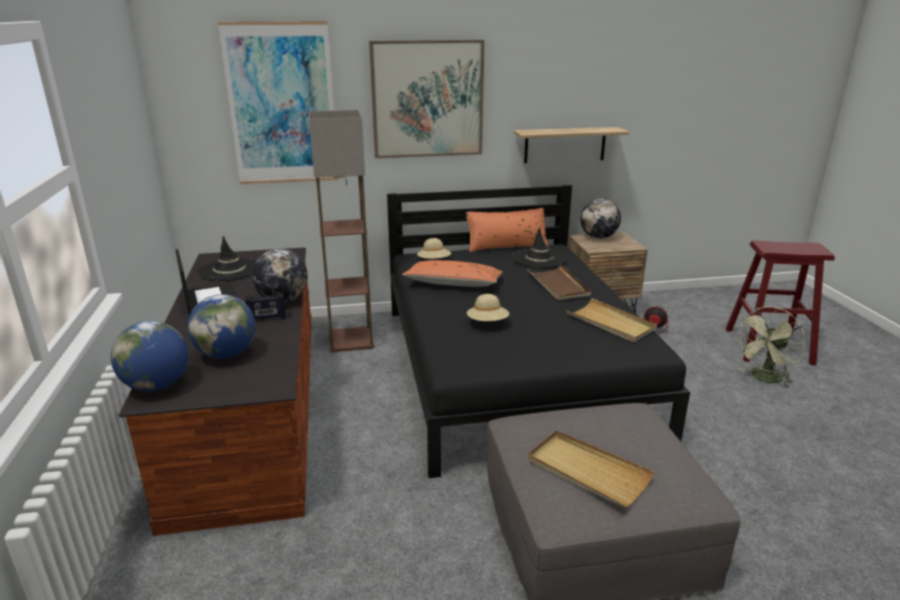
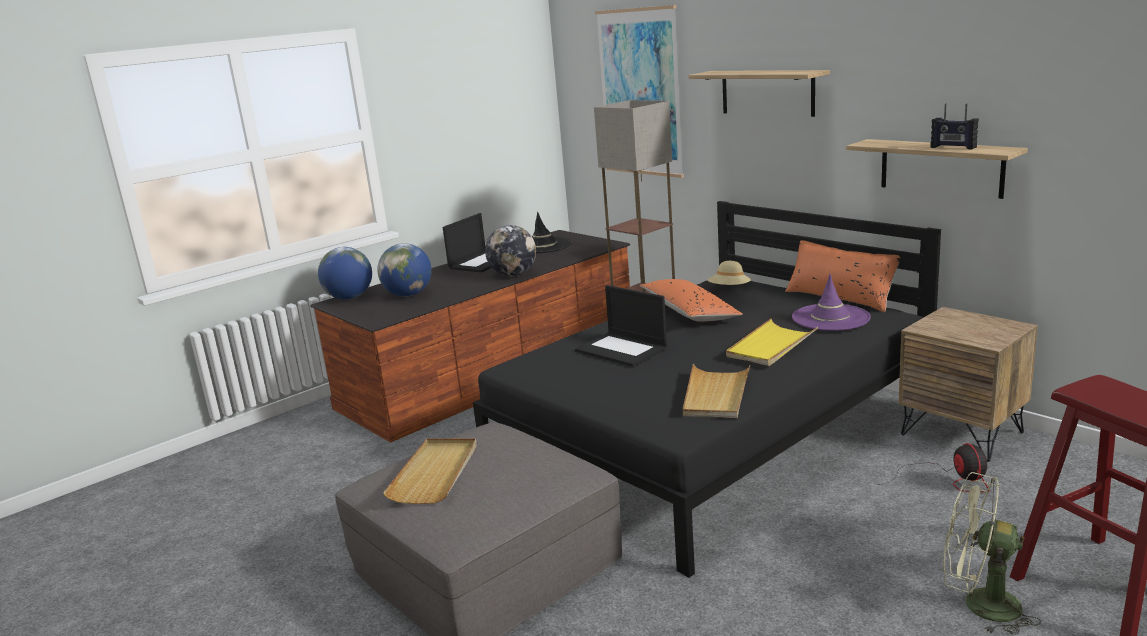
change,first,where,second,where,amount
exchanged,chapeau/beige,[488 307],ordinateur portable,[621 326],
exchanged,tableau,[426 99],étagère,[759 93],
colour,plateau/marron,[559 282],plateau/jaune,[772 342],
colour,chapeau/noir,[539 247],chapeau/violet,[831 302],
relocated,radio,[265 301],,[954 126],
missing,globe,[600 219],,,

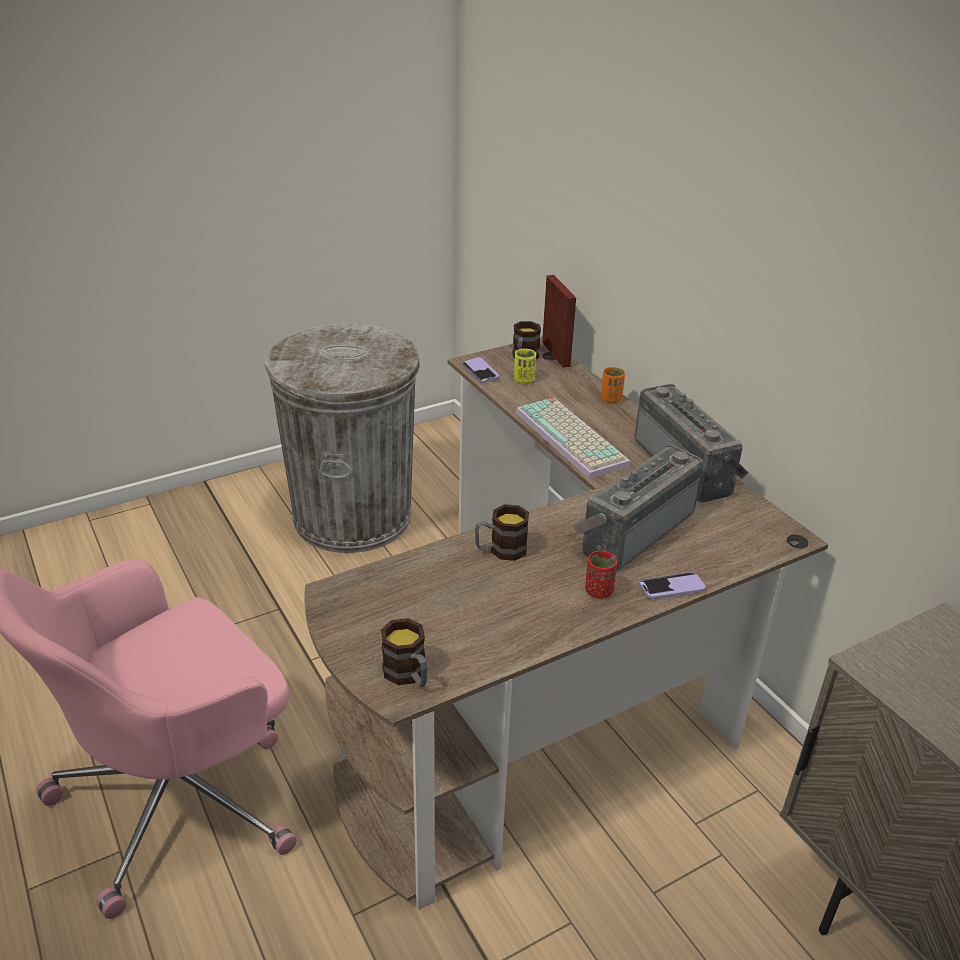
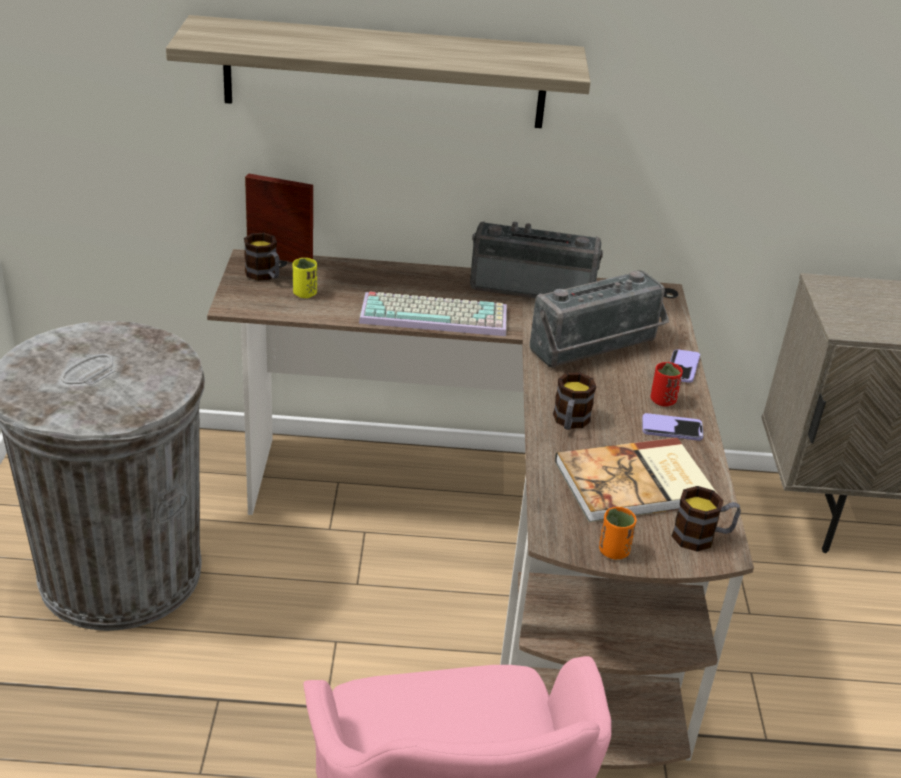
change,first,where,second,where,amount
appeared,,,étagère,[378 71],
spun,radio,[638 508],,[599 319],105 degrees counterclockwise
appeared,,,livre,[636 480],
relocated,tasse/orange,[613 385],,[618 533],
relocated,téléphone,[480 370],,[672 427],

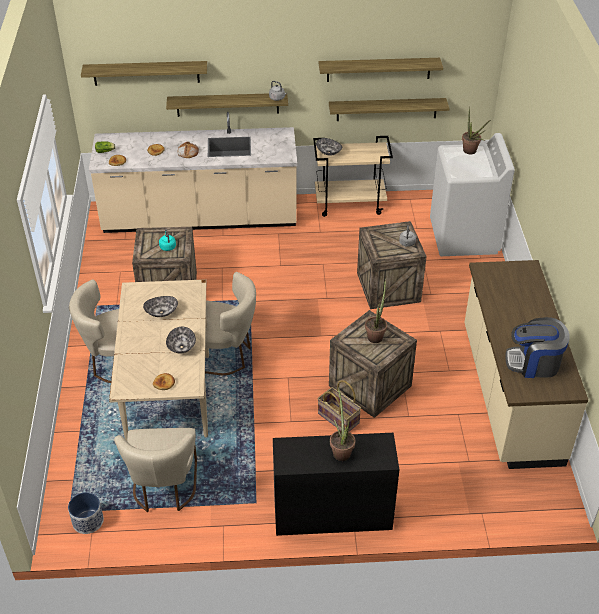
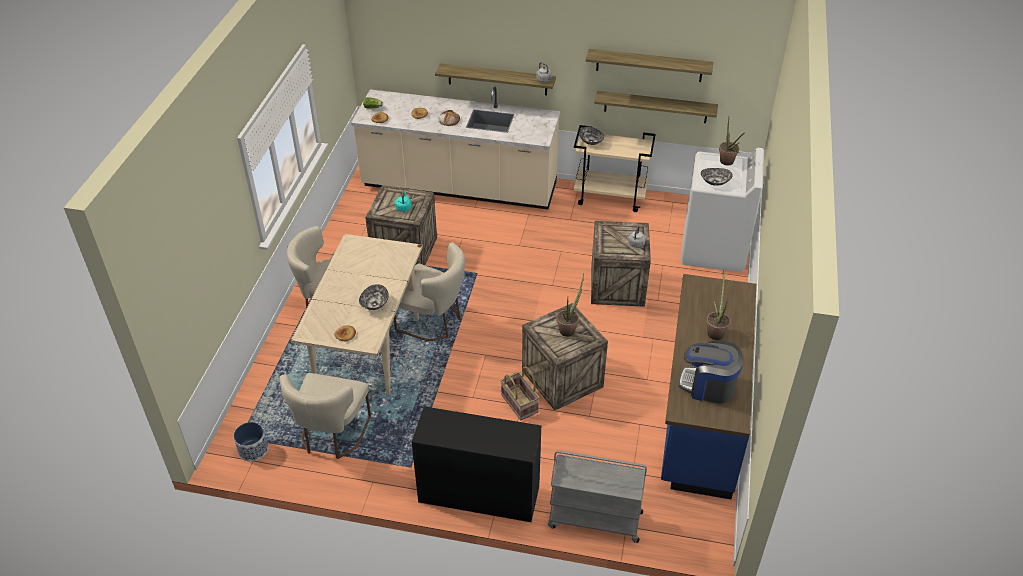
change,first,where,second,where,amount
appeared,,,chariot/gris,[597 496],
colour,comptoir de cuisine/beige,[526 364],comptoir de cuisine/bleu,[708 386],
relocated,bol,[160 306],,[717 177],
relocated,plante en pot,[342 424],,[718 305],
missing,étagère,[144 73],,,

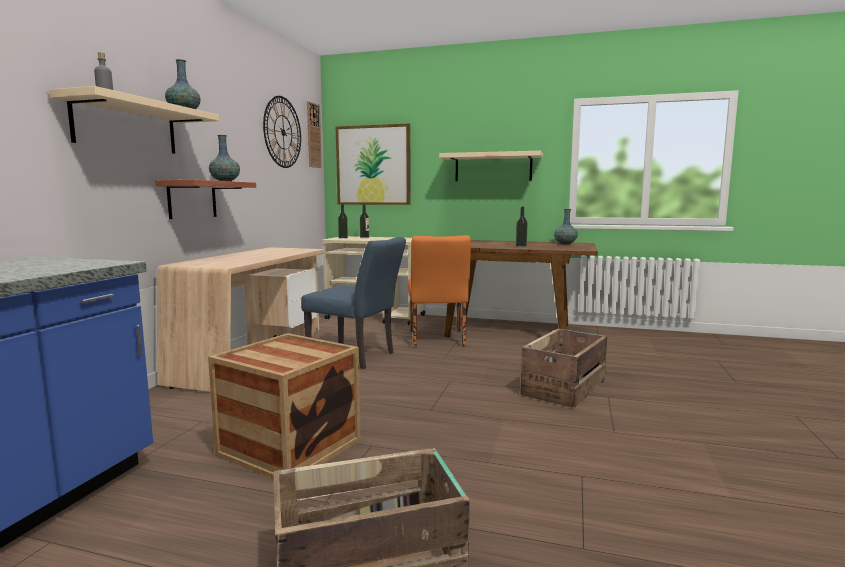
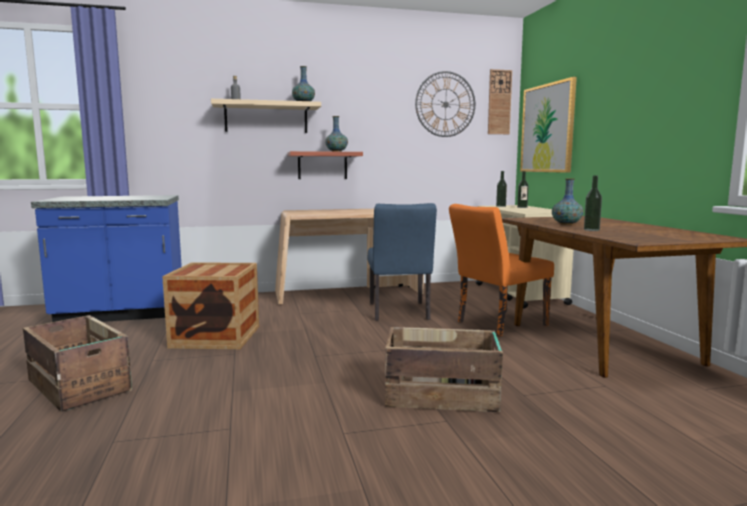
change,first,where,second,where,amount
relocated,vase,[566 226],,[568 201],
missing,étagère/beige,[491 166],,,

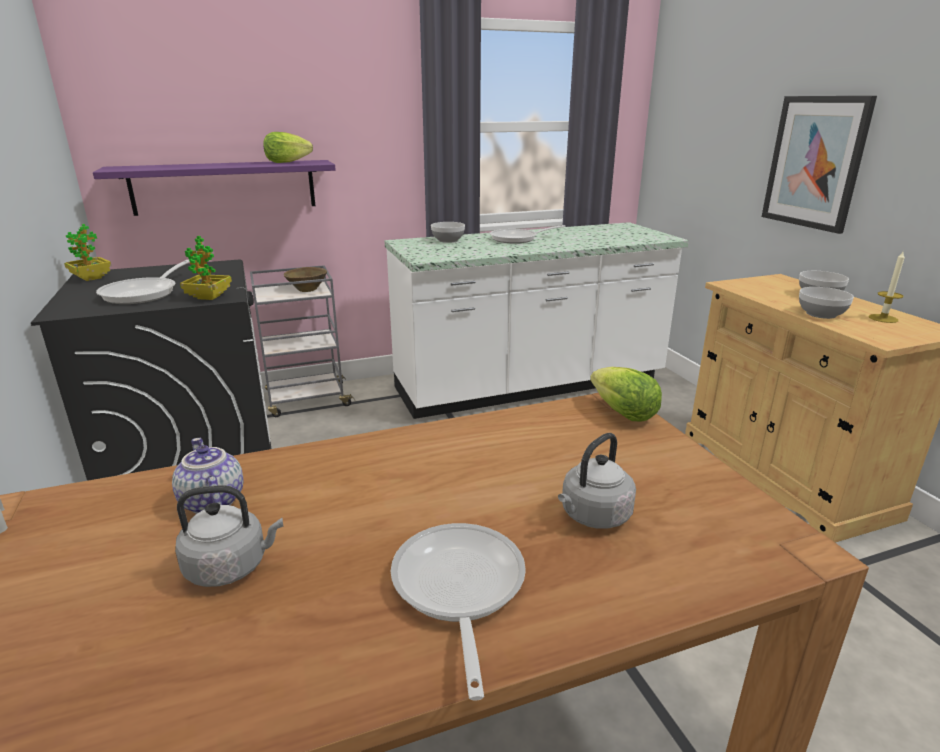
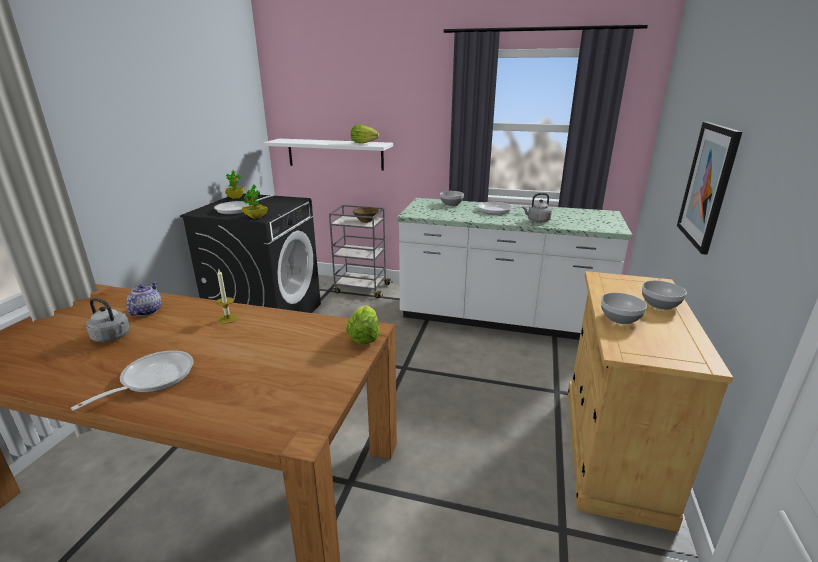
change,first,where,second,where,amount
relocated,bougie,[887 287],,[226 297],
colour,étagère/violet,[214 188],étagère/blanc,[328 154],
relocated,bouilloire/gris,[597 481],,[537 208],

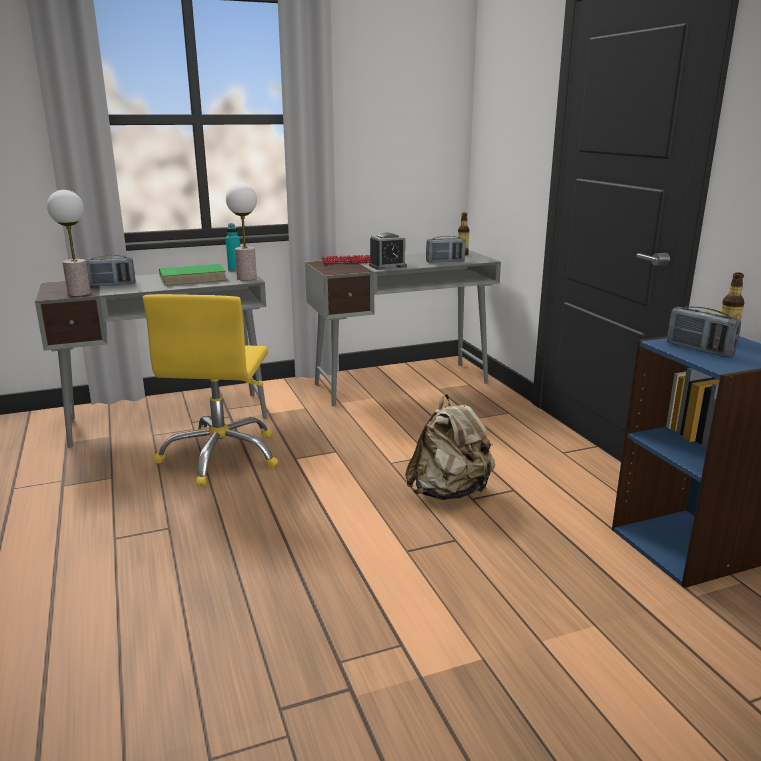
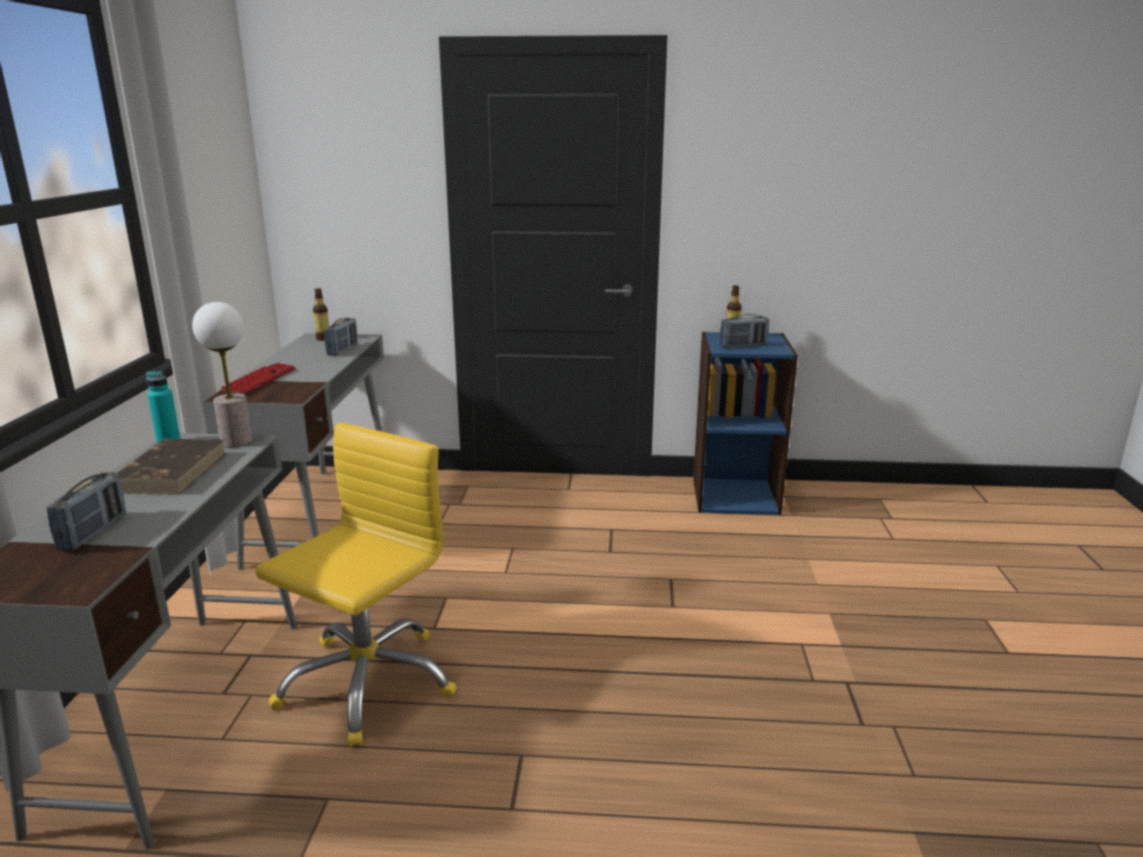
change,first,where,second,where,amount
colour,livre/vert,[193 275],livre/marron,[172 467],
spun,chaise de bureau/jaune,[210 390],,[355 584],90 degrees counterclockwise
missing,lampe de table,[69 243],,,
missing,réveil,[388 251],,,
missing,sac à dos/beige,[450 447],,,

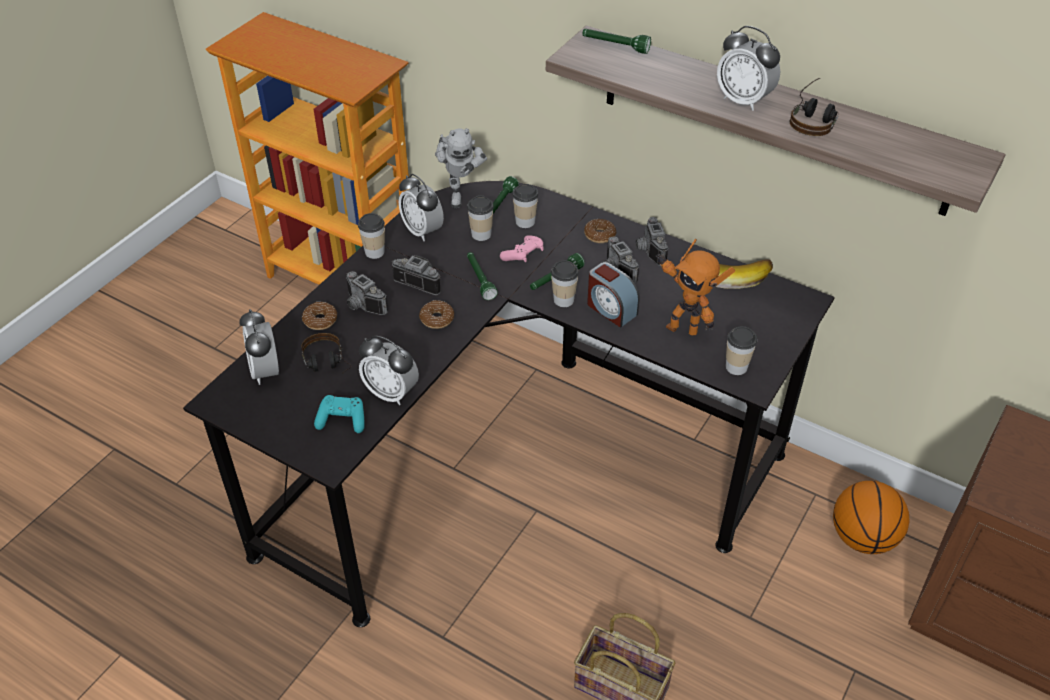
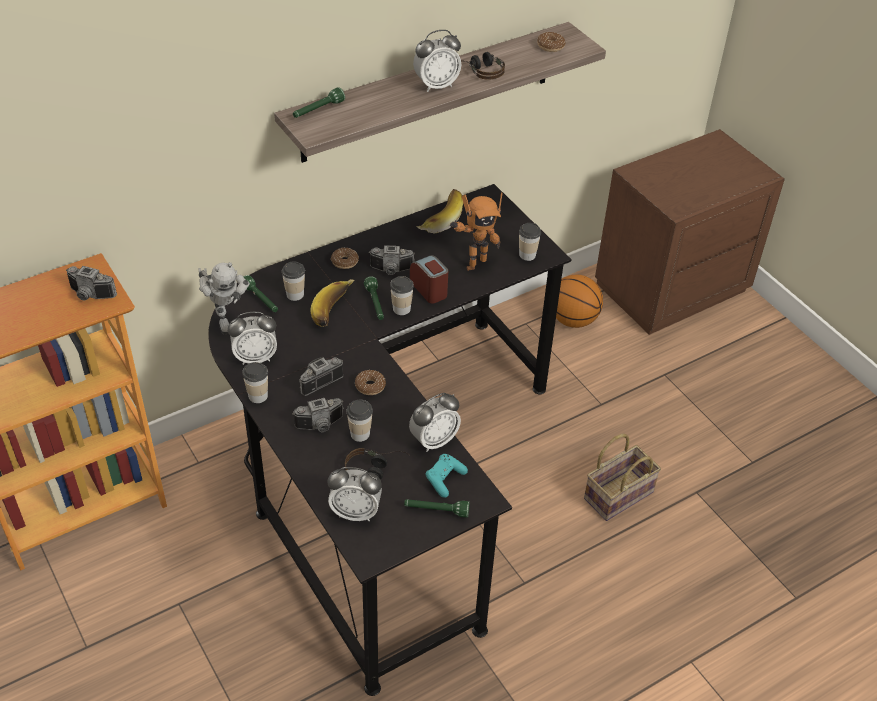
change,first,where,second,where,amount
relocated,appareil photo,[652 241],,[91 283],
spun,robot jouet,[461 168],,[224 298],45 degrees clockwise
exchanged,manette/rose,[522 248],banane,[332 303],
relocated,tasse,[480 218],,[359 421],
relocated,lampe de poche/vert,[482 276],,[437 508],
spun,réveil,[613 295],,[429 279],105 degrees counterclockwise
relocated,beignet,[319 316],,[551 42],

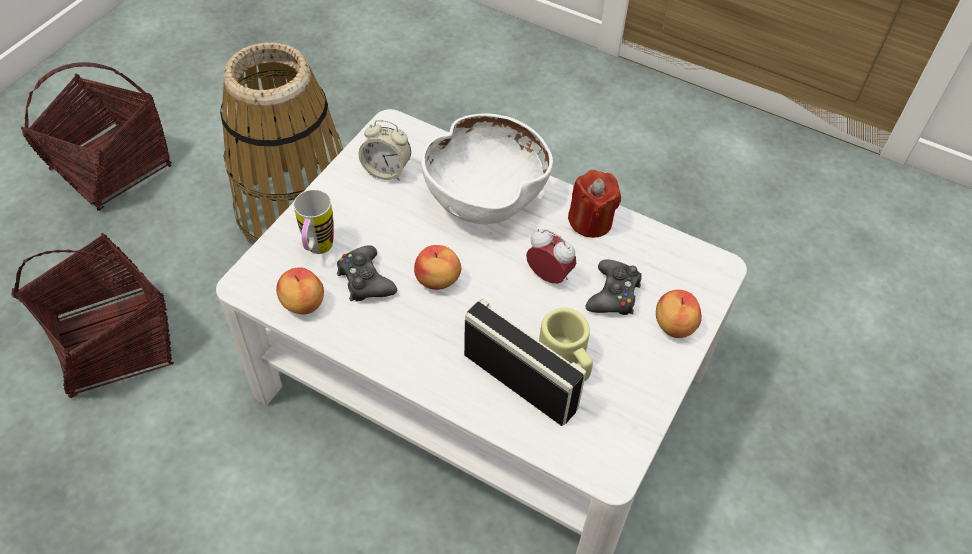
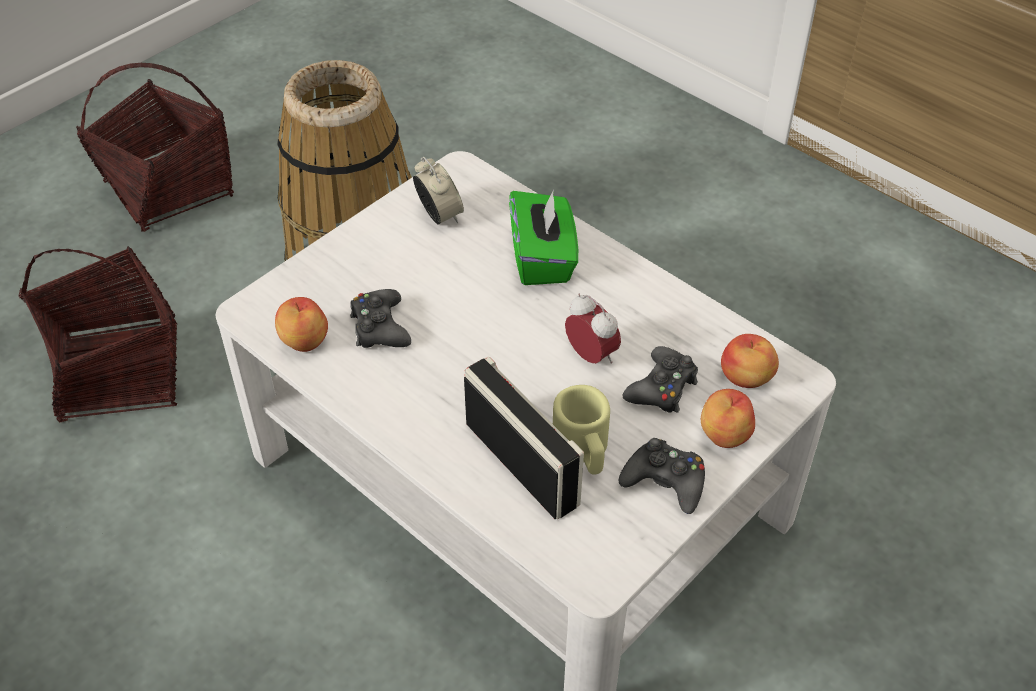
change,first,where,second,where,amount
spun,réveil,[384 150],,[438 191],150 degrees counterclockwise
exchanged,bol/blanc,[487 168],boîte à mouchoirs/vert,[543 237],
appeared,,,manette/noir,[662 476],
relocated,pomme,[437 267],,[750 361],
missing,mug,[314 222],,,
missing,bougie/rouge,[594 204],,,

